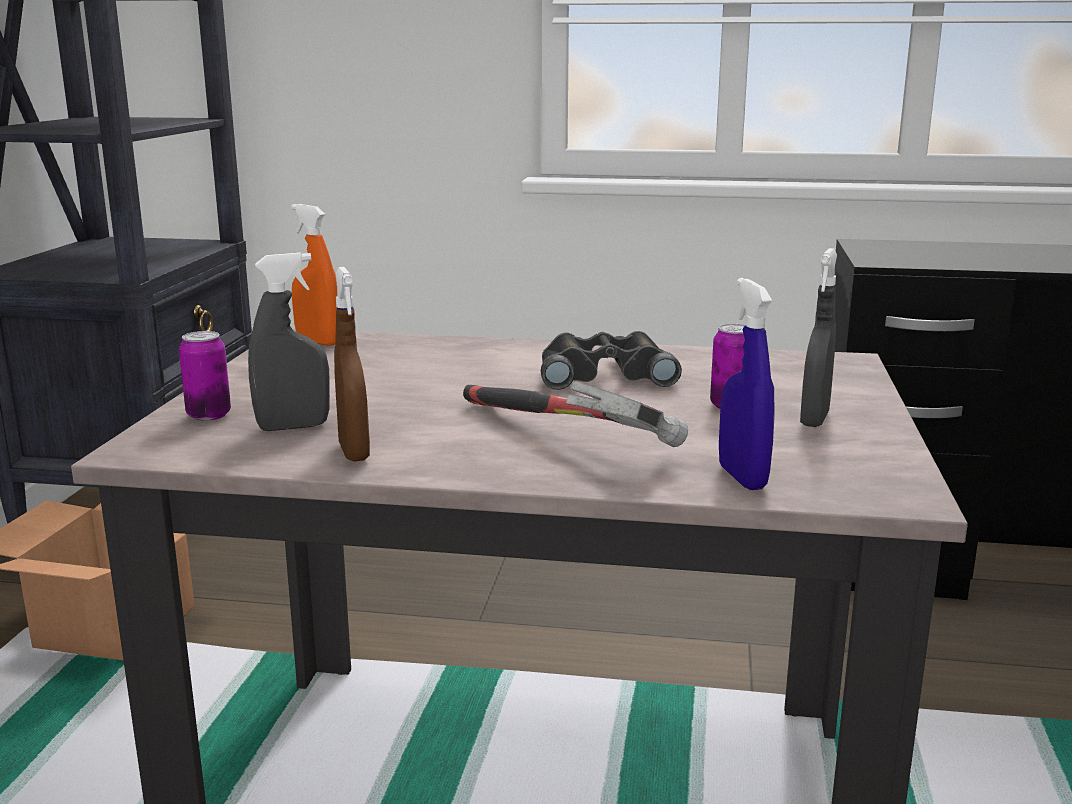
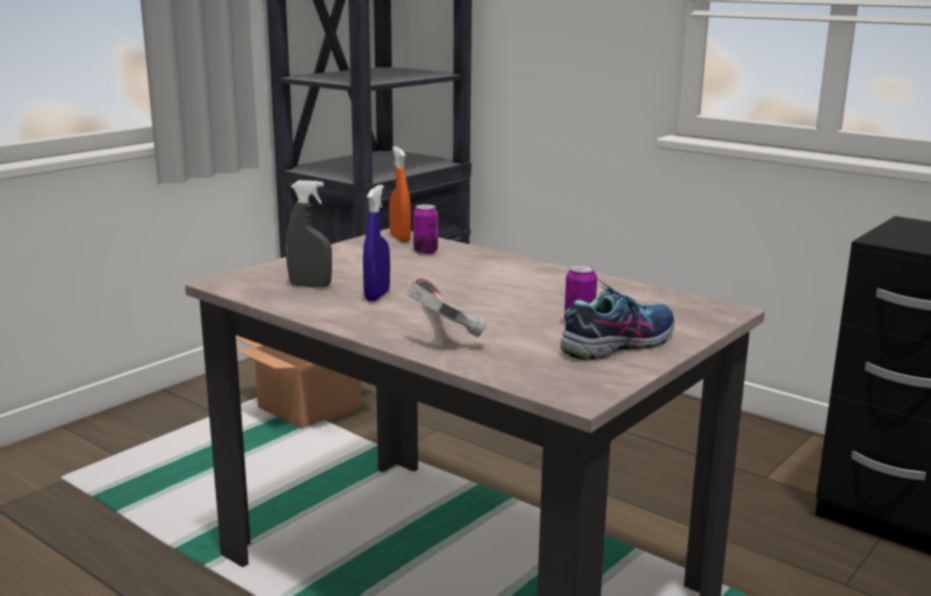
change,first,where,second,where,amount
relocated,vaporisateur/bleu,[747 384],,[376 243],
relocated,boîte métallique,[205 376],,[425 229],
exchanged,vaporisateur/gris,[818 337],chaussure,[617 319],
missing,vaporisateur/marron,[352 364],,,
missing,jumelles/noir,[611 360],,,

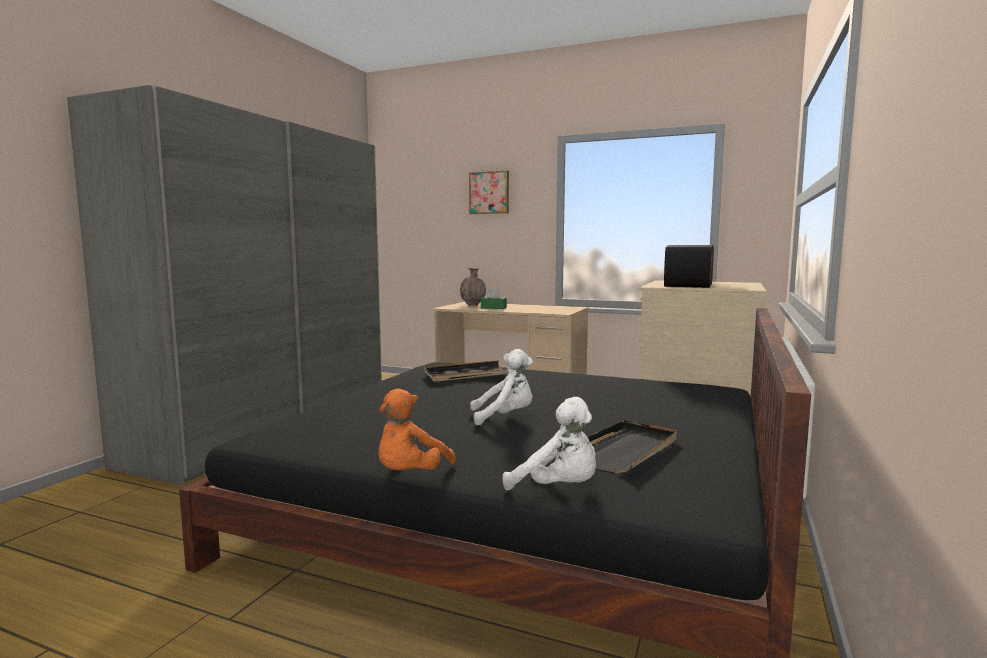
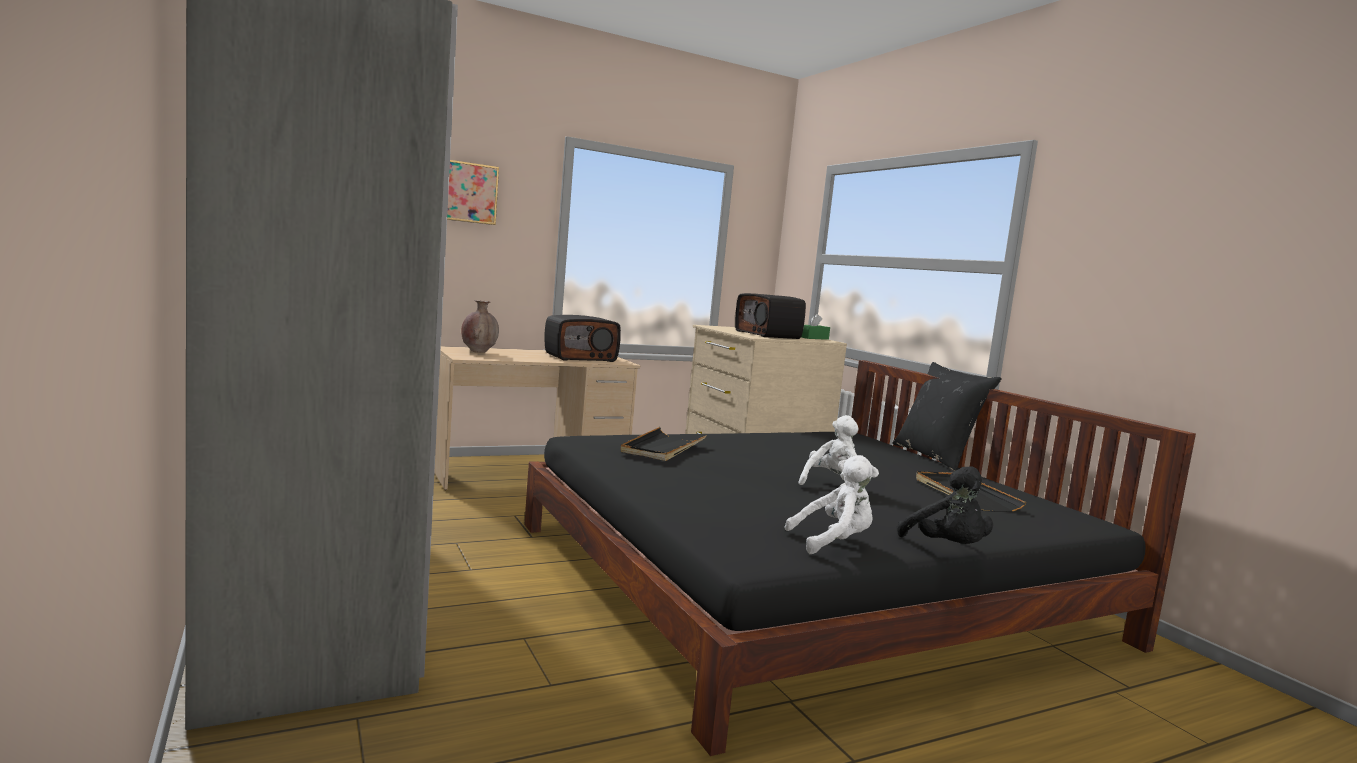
change,first,where,second,where,amount
appeared,,,radio,[582 338],
relocated,peluche/blanc,[549 443],,[831 504],
relocated,boîte à mouchoirs/vert,[494 298],,[815 327],
appeared,,,coussin/noir,[946 416],
colour,peluche/orange,[417 429],peluche/noir,[945 505],

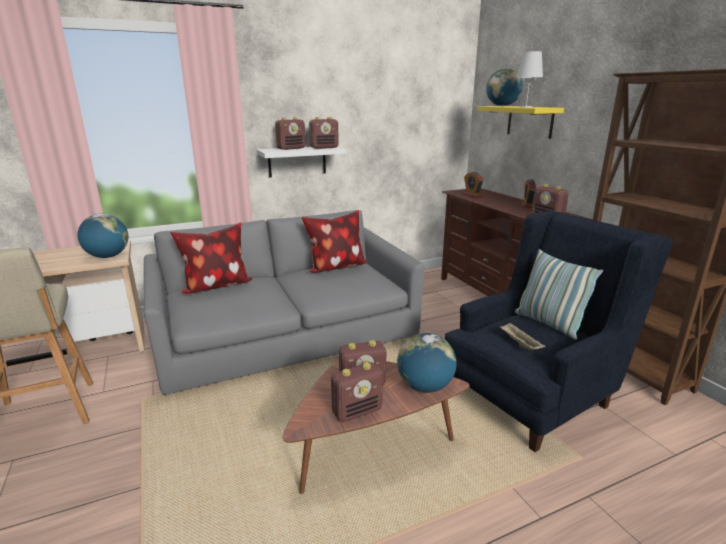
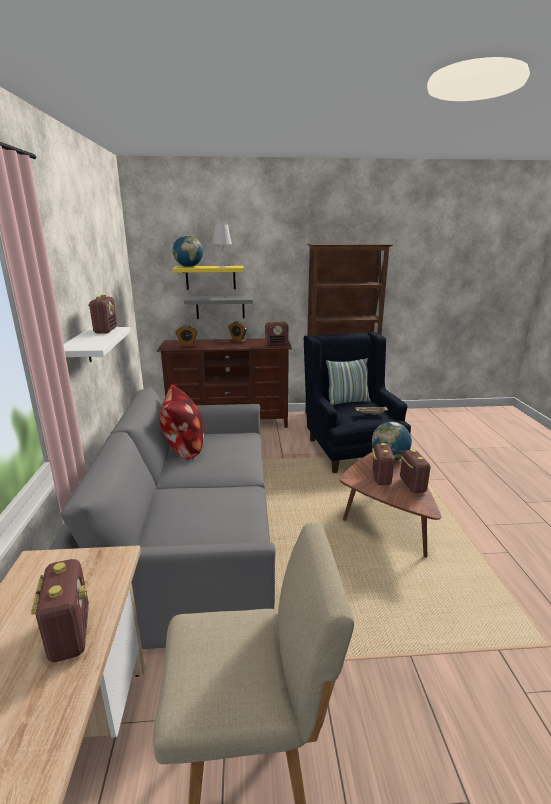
change,first,where,second,where,amount
relocated,radio,[290 133],,[60 610],
appeared,,,étagère/gris,[218 307],
missing,globe,[103 236],,,
missing,coussin,[211 258],,,

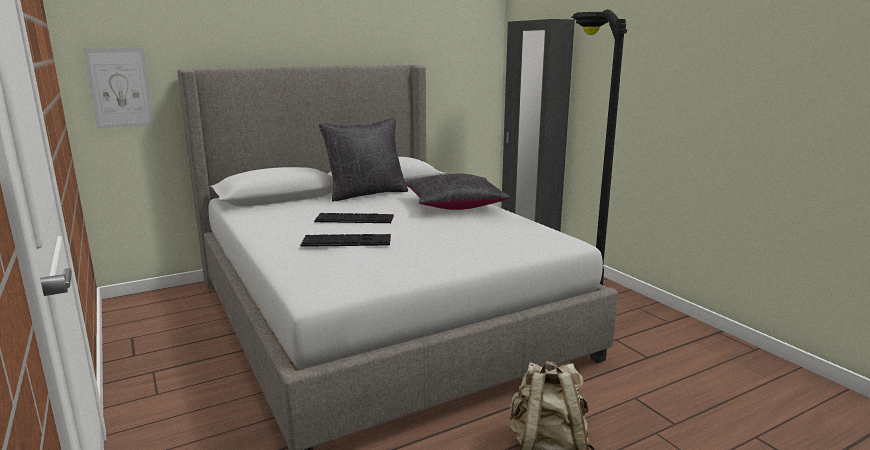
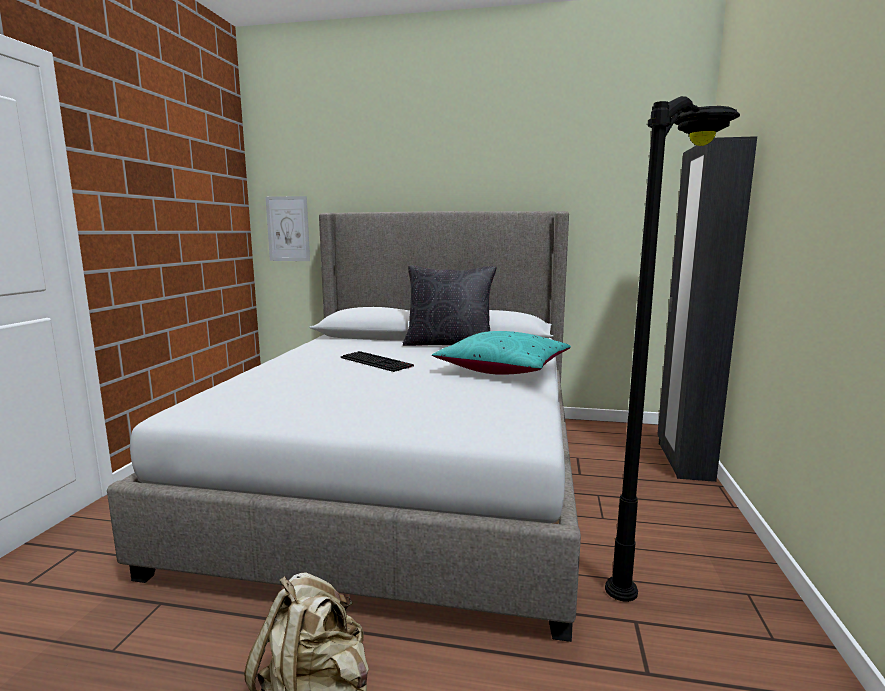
change,first,where,second,where,amount
colour,coussin/noir,[458 192],coussin/turquoise,[501 353],
missing,clavier,[346 240],,,

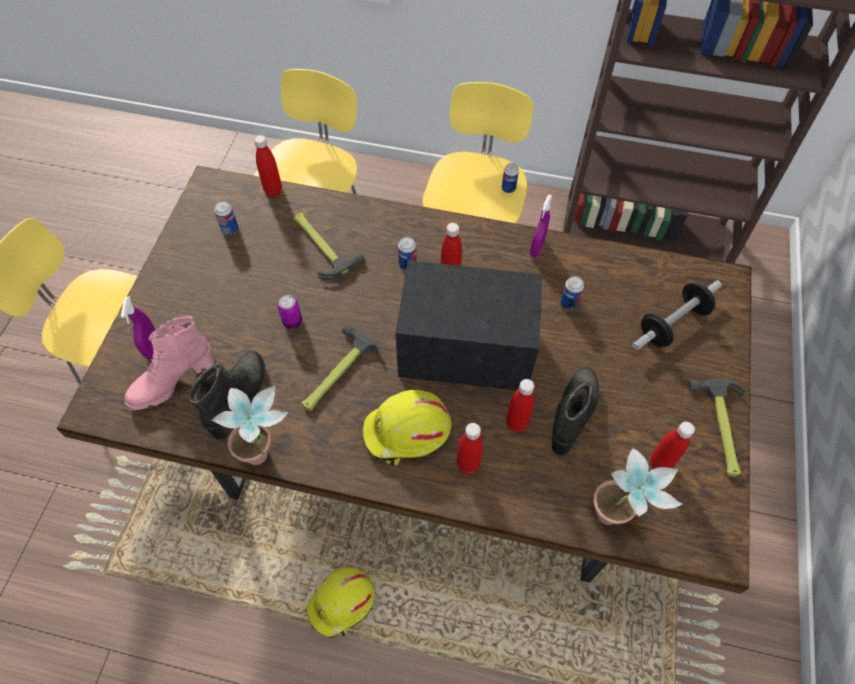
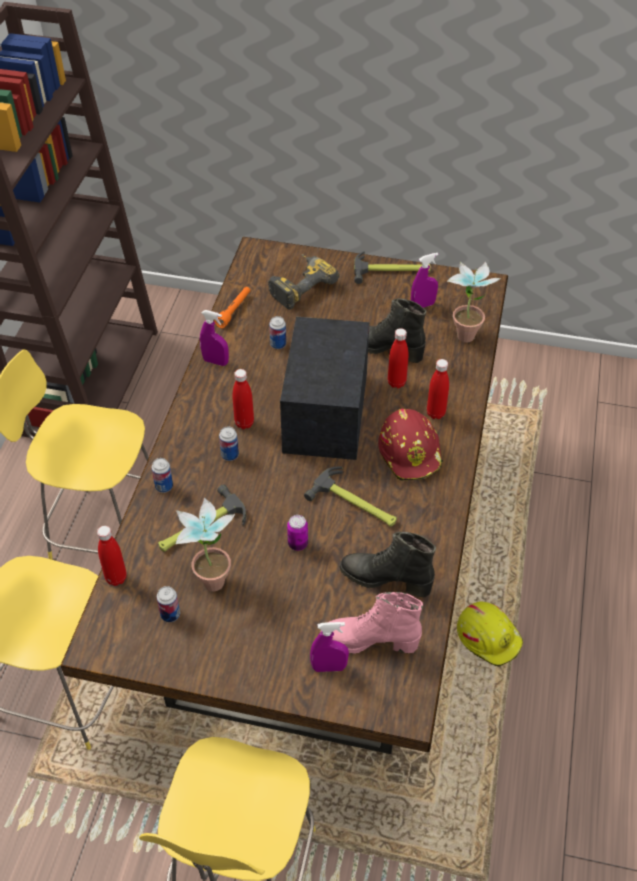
change,first,where,second,where,amount
relocated,boîte métallique,[510 178],,[162 475],
relocated,plante en pot,[250 425],,[205 545],
appeared,,,lampe de poche/orange,[232 307],
exchanged,haltère,[677 315],perceuse,[304 281],
spun,botte/rose,[169 363],,[372 623],135 degrees clockwise
colour,casque de chantier/jaune,[406 428],casque de chantier/rouge,[410 444],
exchanged,bouteille/rouge,[672 445],vaporisateur/violet,[424 280],

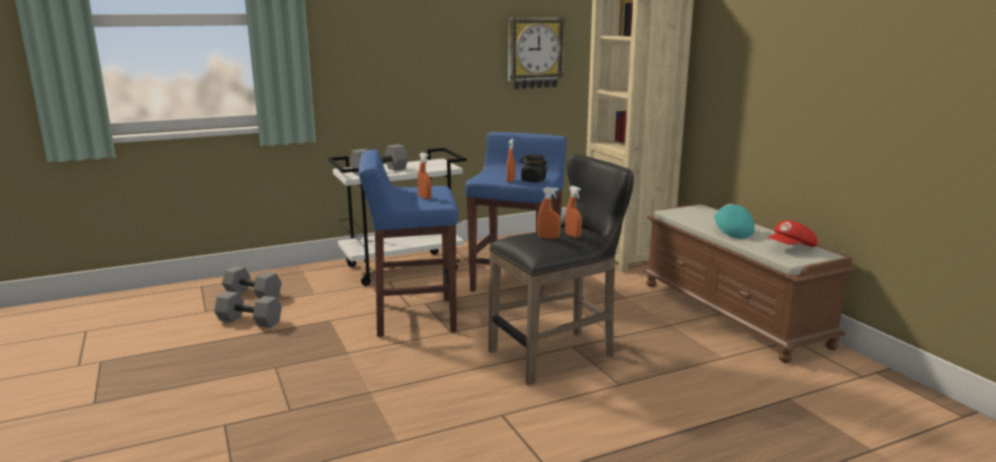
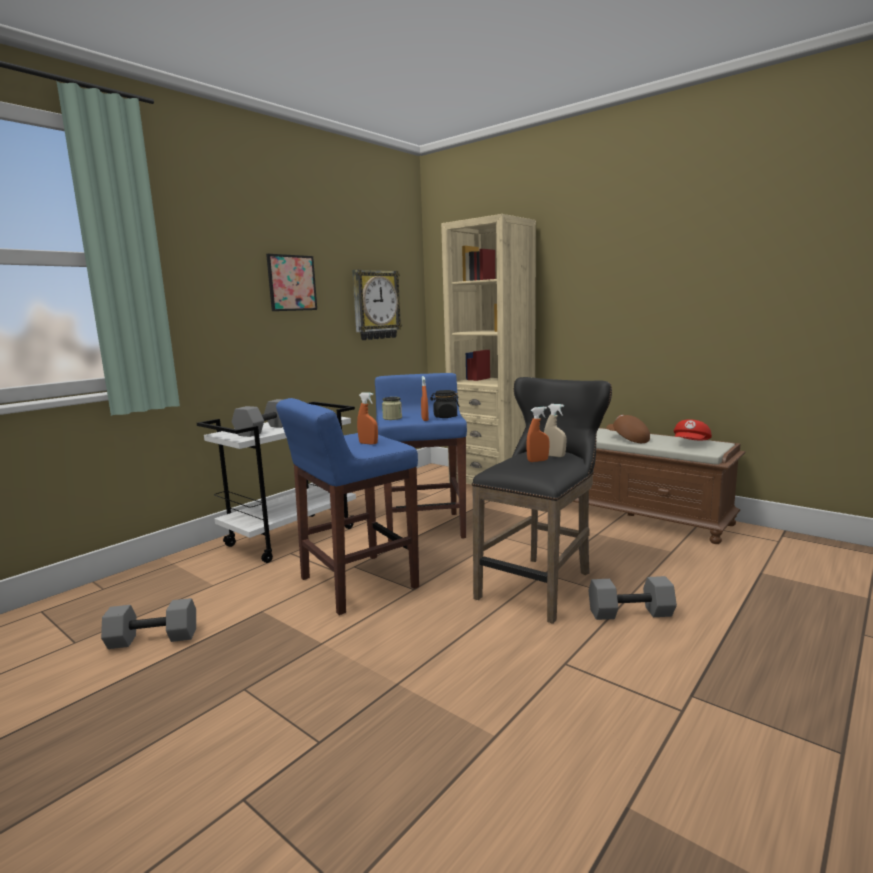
change,first,where,second,where,amount
appeared,,,tableau,[291 282],
appeared,,,bocal,[392 408],
colour,vaporisateur/orange,[573 212],vaporisateur/beige,[555 430],
relocated,haltère/gris,[252 282],,[632 598],
colour,casquette/turquoise,[734 221],casquette/marron,[628 429],

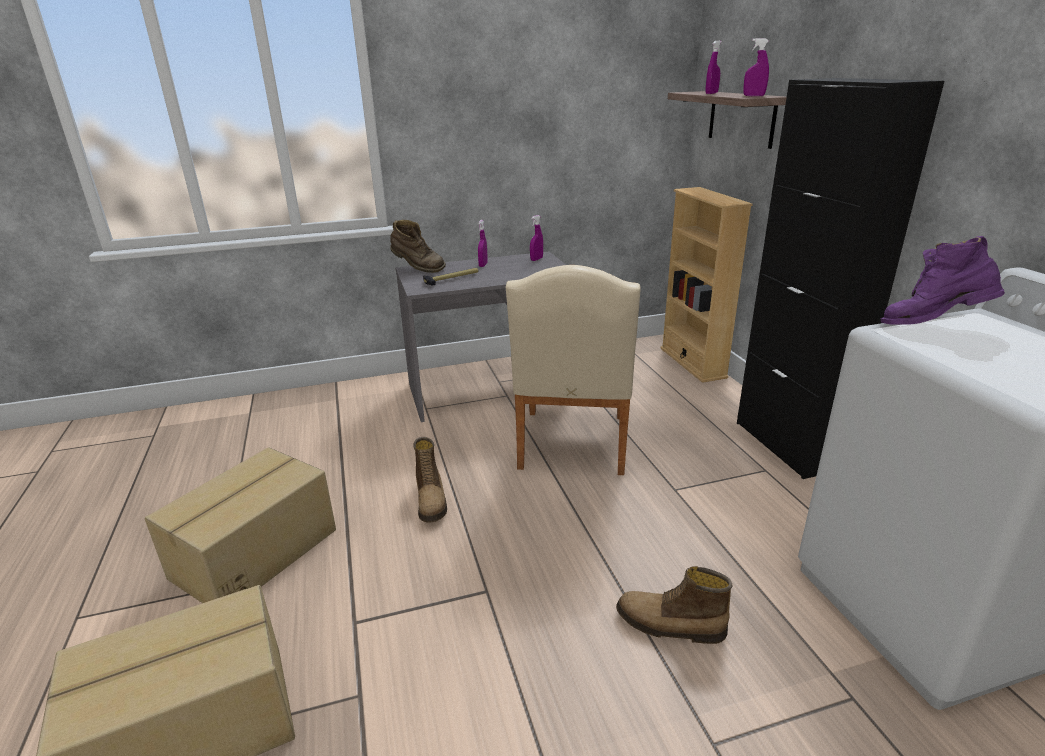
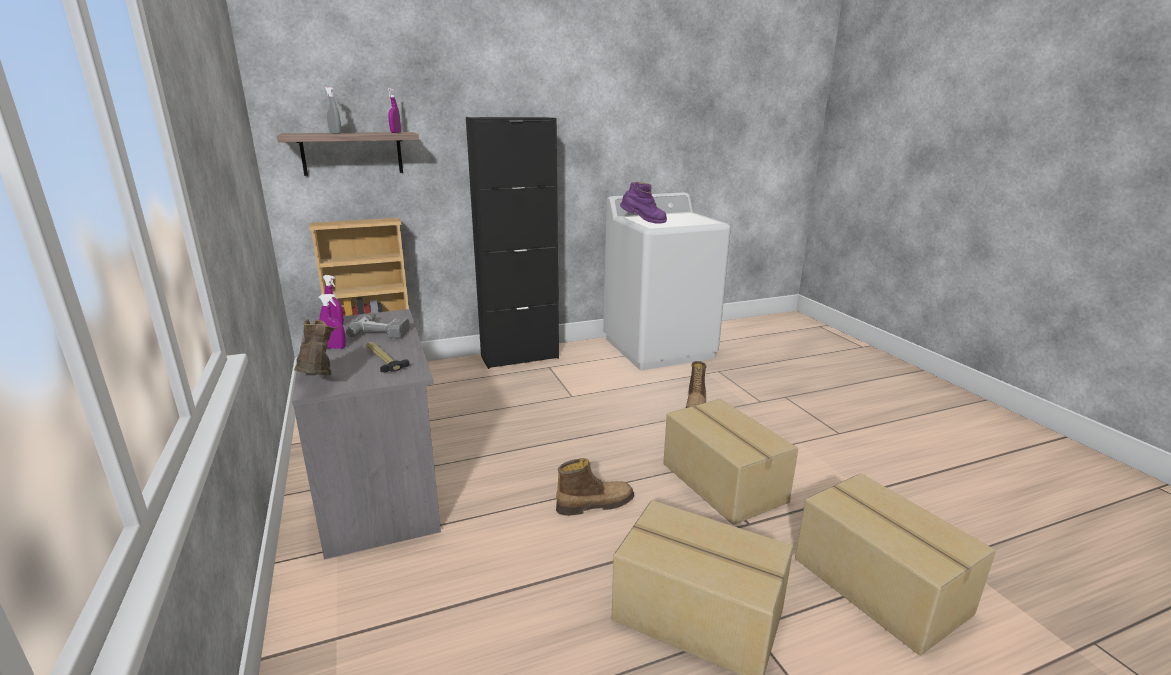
change,first,where,second,where,amount
spun,botte/marron,[418 246],,[316 347],45 degrees counterclockwise
colour,vaporisateur/violet,[714 67],vaporisateur/gris,[333 110],
appeared,,,perceuse,[378 325],
spun,botte/violet,[943 280],,[643 203],90 degrees counterclockwise
appeared,,,carton,[730 462],
missing,chaise/beige,[573 370],,,

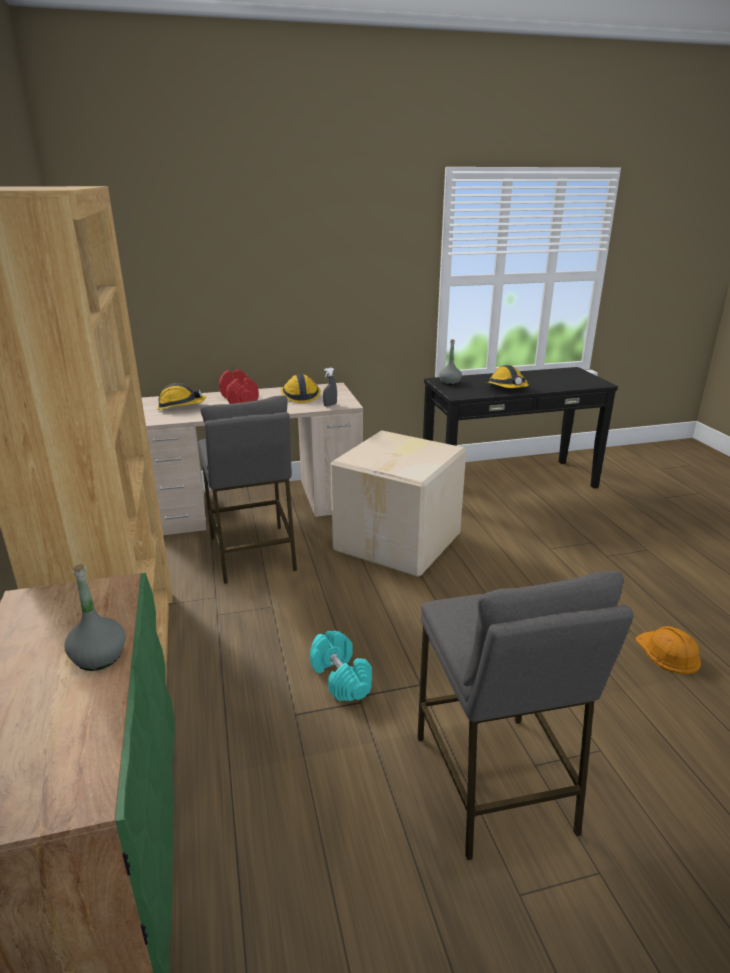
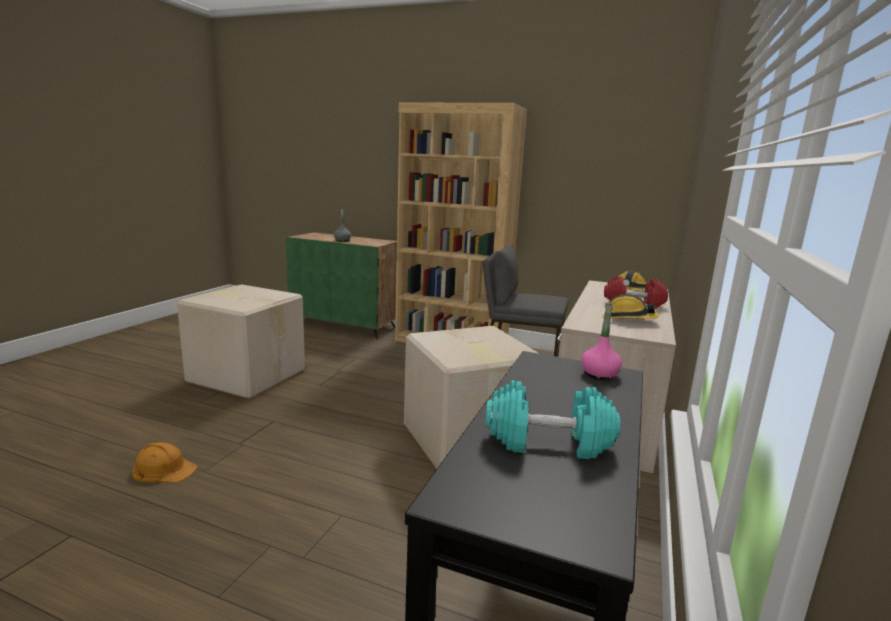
change,first,where,second,where,amount
exchanged,tabouret/gris,[525 715],carton,[241 341],
relocated,haltère/turquoise,[341 666],,[552 419],
colour,bouteille/gris,[450 362],bouteille/rose,[601 341],
missing,vaporisateur/gris,[330 387],,,
missing,casque de chantier,[508 376],,,

